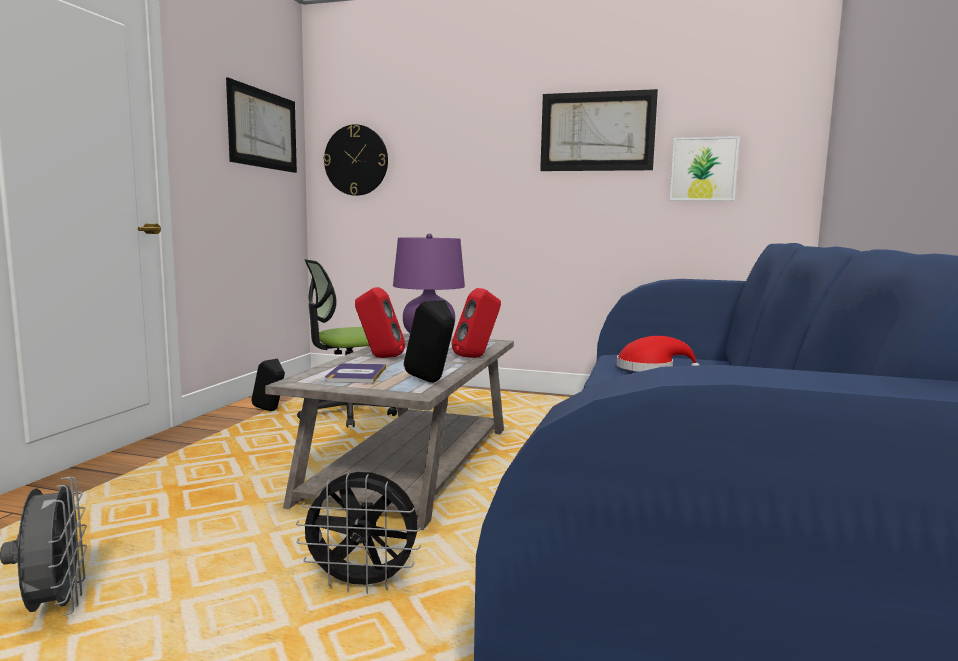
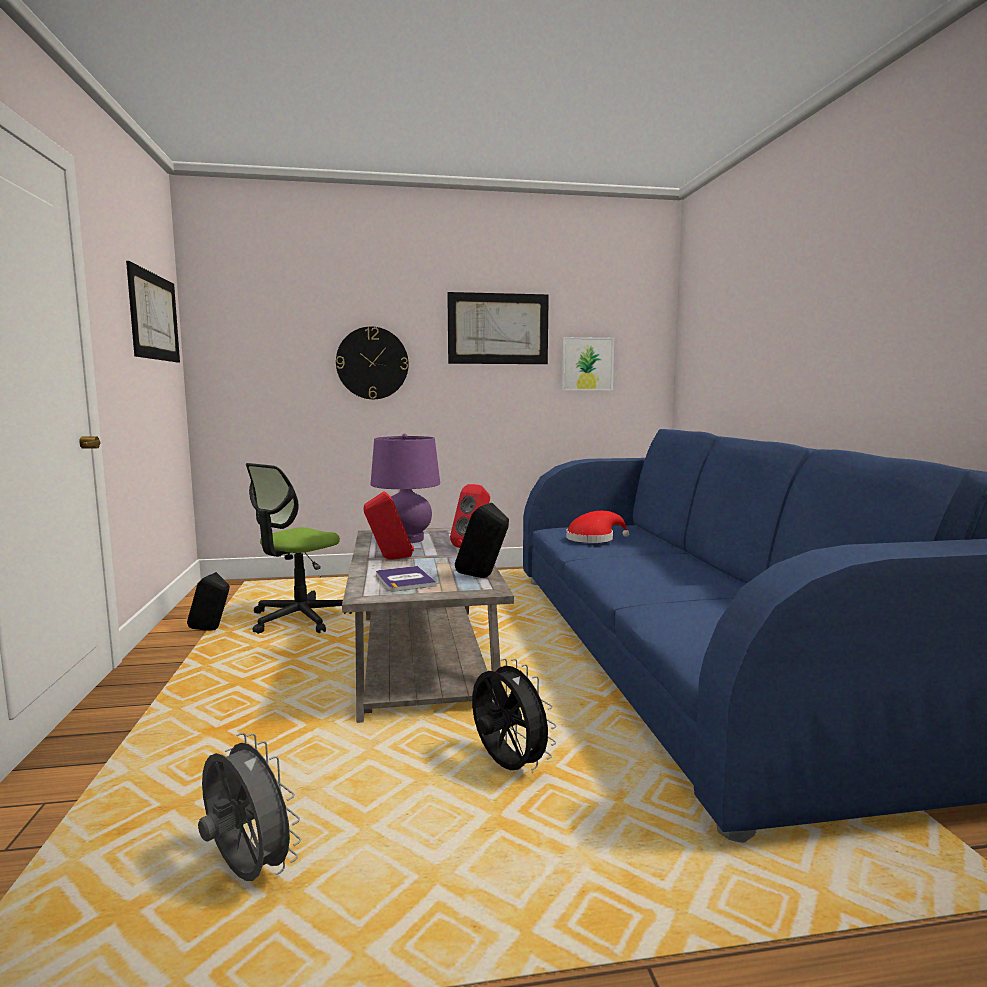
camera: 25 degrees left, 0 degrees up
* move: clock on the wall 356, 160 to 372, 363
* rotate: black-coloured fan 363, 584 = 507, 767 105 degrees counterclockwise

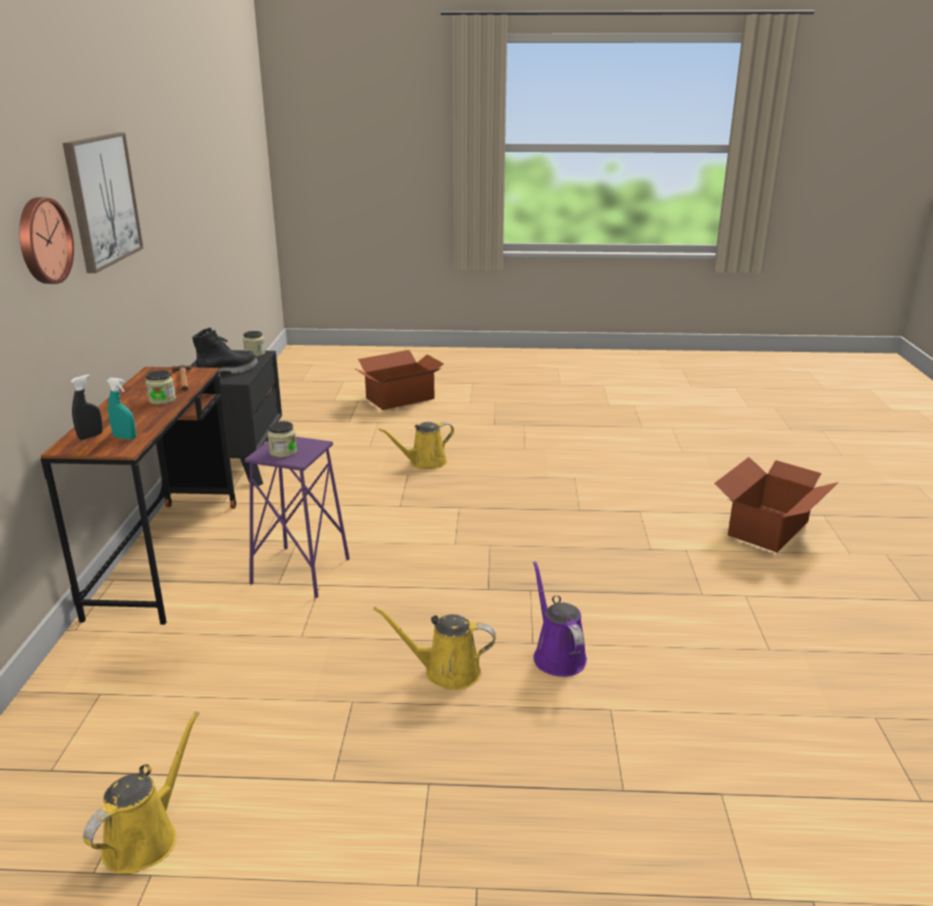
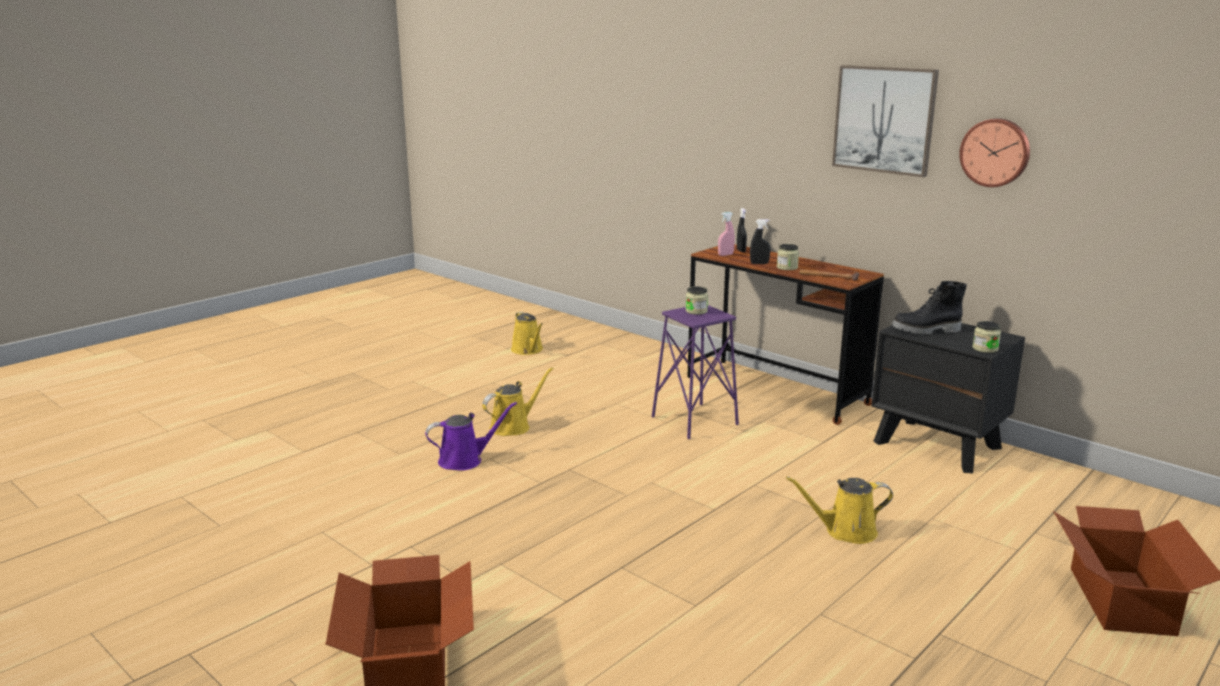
camera: 130 degrees right, 5 degrees down
* insert: black-coloured hand sprayer 759, 263
* move: clock on the wall 42, 241 to 995, 152
* recolor: turquoise-coloured hand sprayer 125, 438 to pink hand sprayer 725, 255
* rotate: black-coloured boot 227, 372 = 926, 330 90 degrees clockwise
* rotate: yellow-coloured watering can 425, 463 = 845, 531 105 degrees counterclockwise
* rotate: purplish watering can 557, 655 = 465, 460 45 degrees counterclockwise

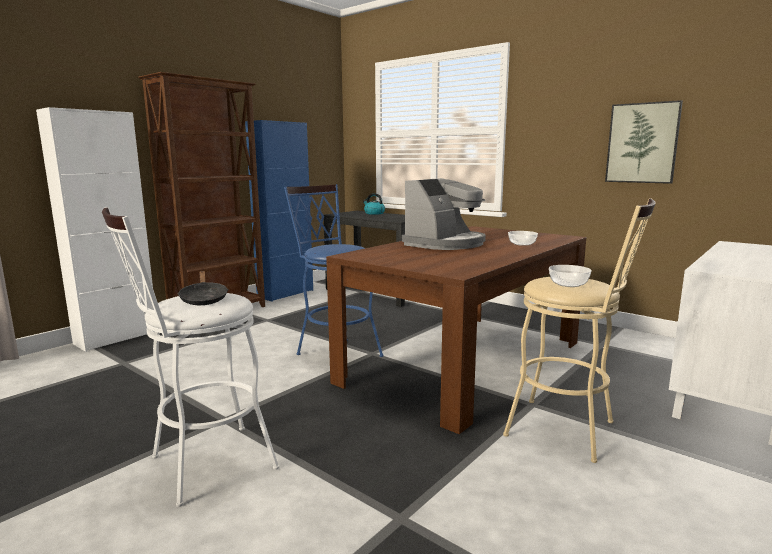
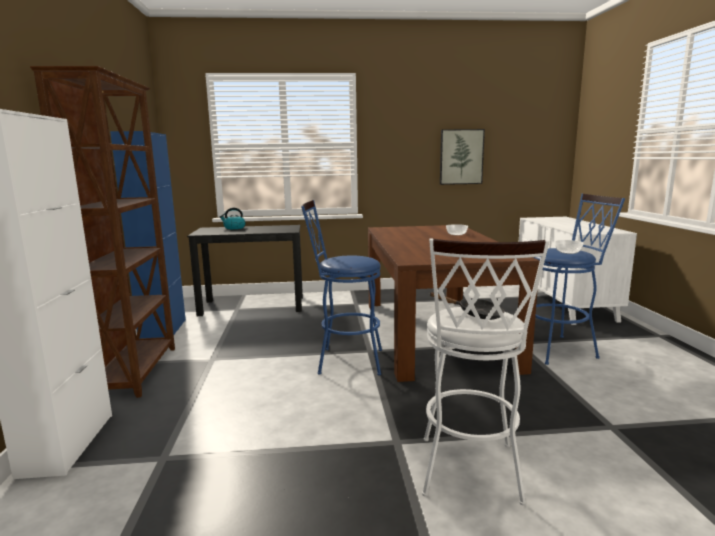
camera: 45 degrees left, 0 degrees up
* delete: coffee maker 445, 244
* recolor: sand-coloured stool 569, 431 to blue stool 561, 349

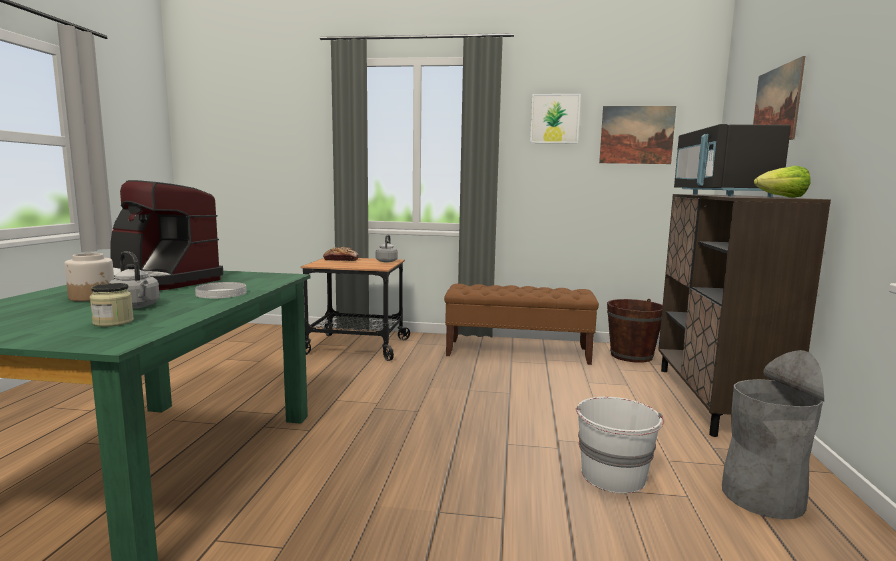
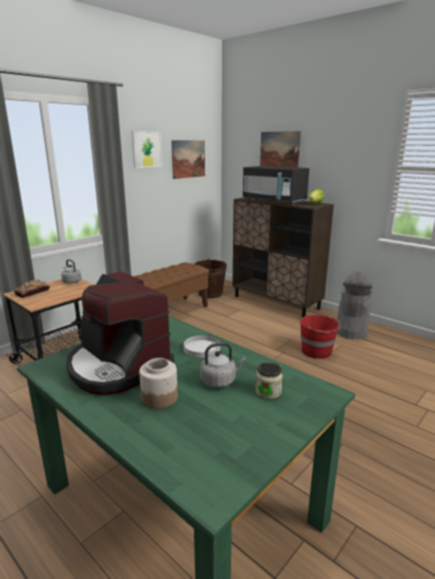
camera: 55 degrees left, 10 degrees up
* recolor: white-coloured water bucket 613, 476 to reddish water bucket 317, 351
* rotate: coffee maker 158, 281 = 118, 366 75 degrees clockwise

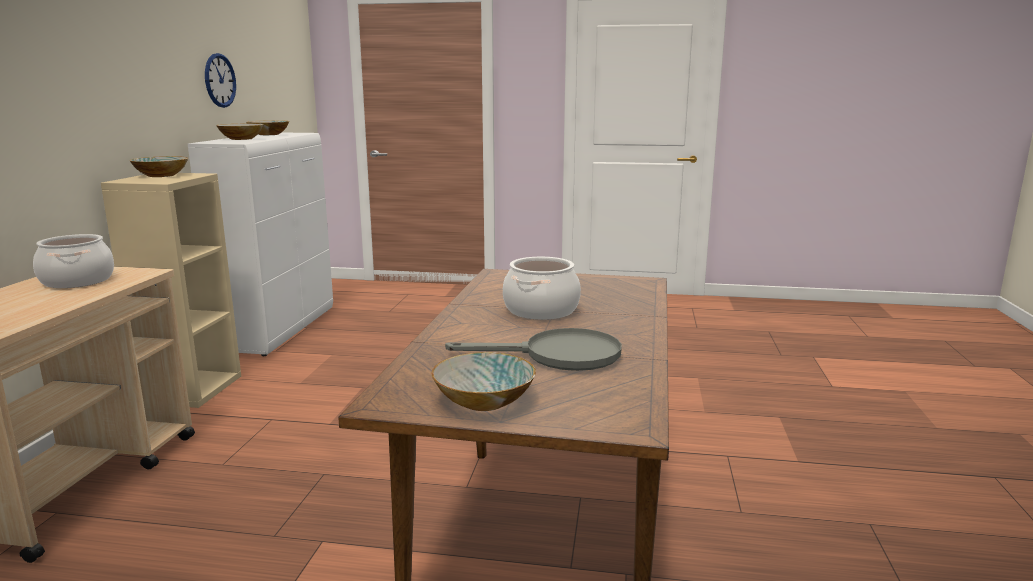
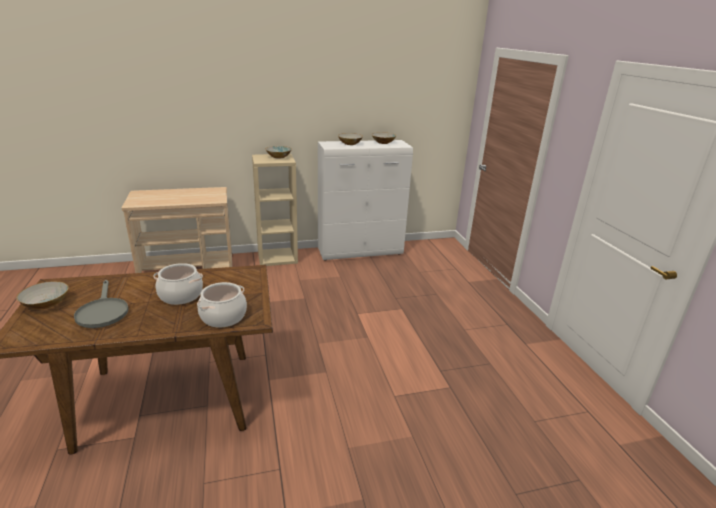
camera: 65 degrees right, 10 degrees up
* delete: clock on the wall 220, 80
* move: saucepot 77, 281 to 223, 316

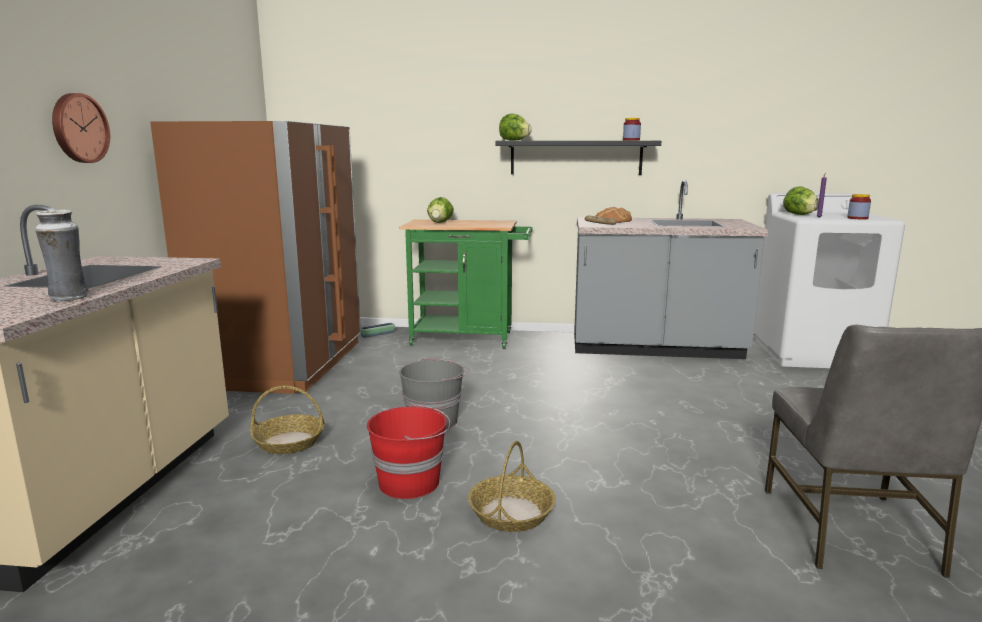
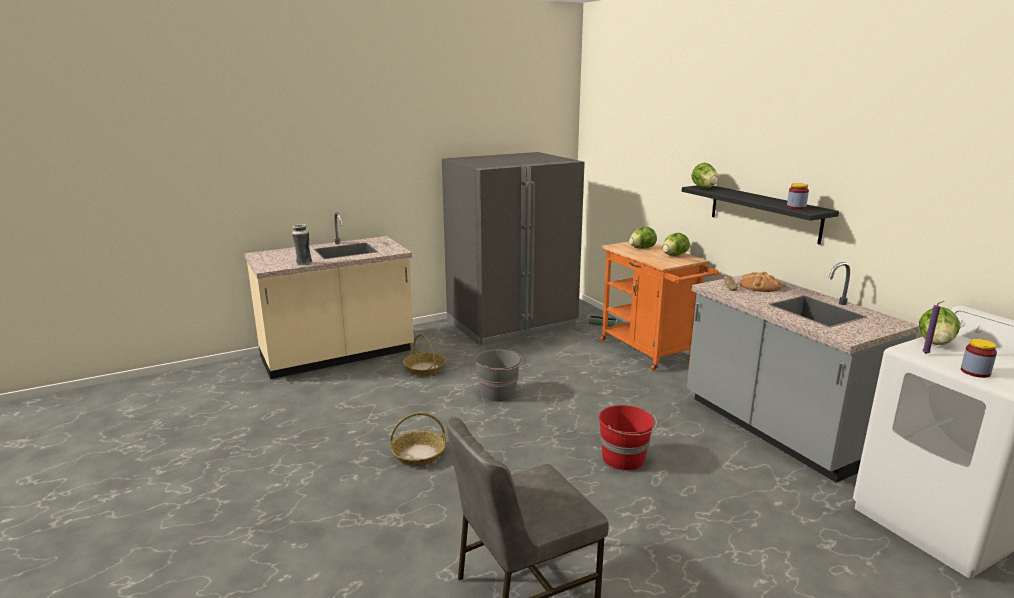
camera: 55 degrees right, 5 degrees up
* delete: clock on the wall 78, 128
* insert: lettuce head 674, 255
* move: reddish water bucket 410, 482 to 624, 458
* recolor: brownish refrigerator 283, 364 to greyish refrigerator 512, 324
* recolor: green-coloured wheeled cart 469, 338 to orange wheeled cart 650, 353

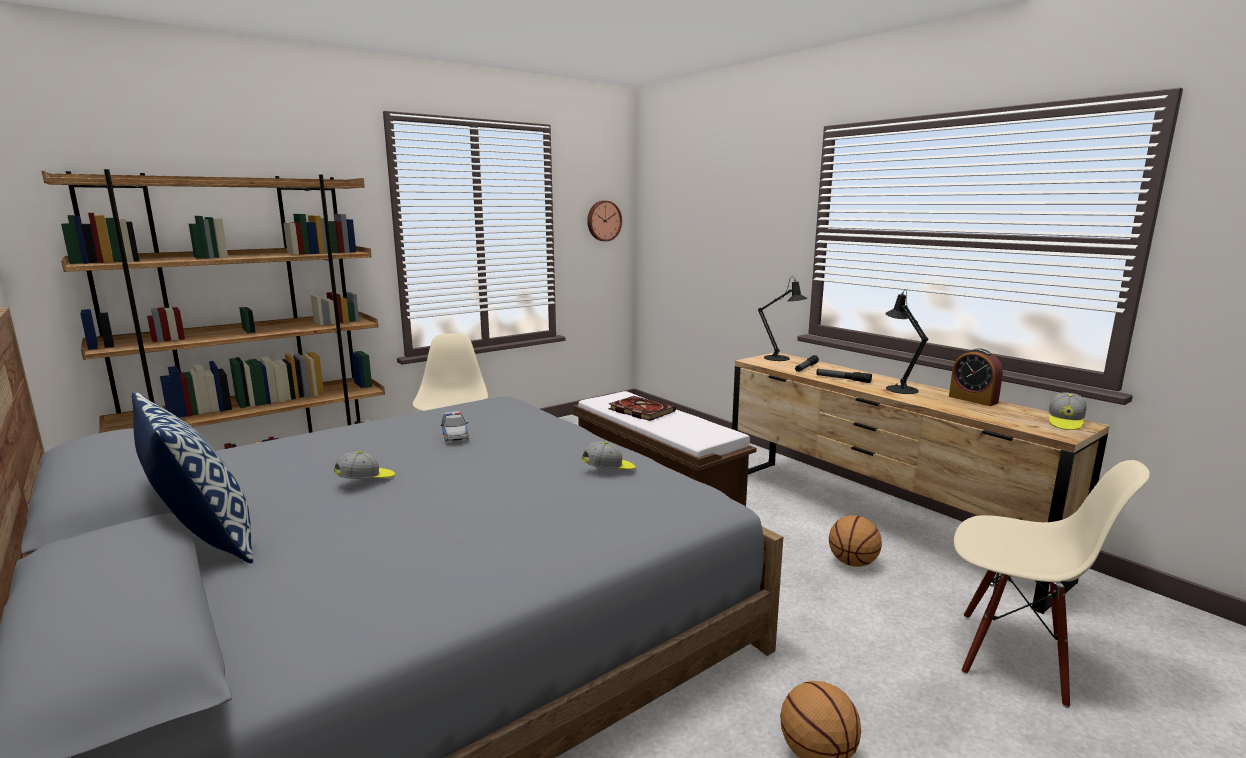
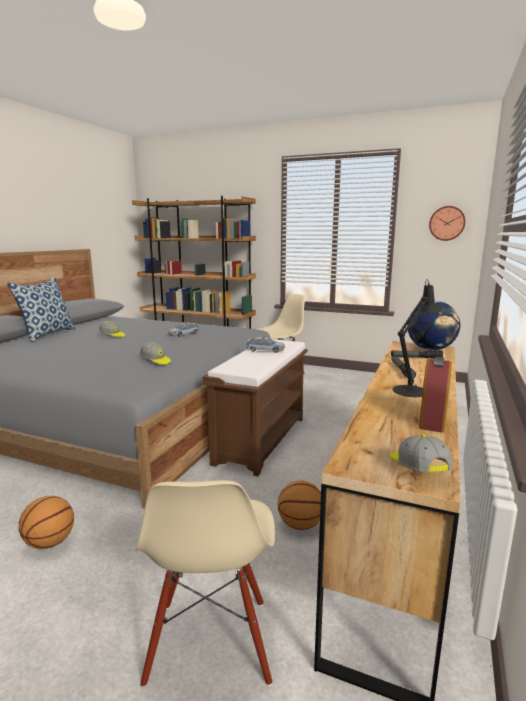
camera: 60 degrees right, 0 degrees up
* replace: bound book 639, 411 to miniature car 265, 350
* replace: black-coloured lamp for a table 780, 358 to globe 431, 349
* rotate: baseball cap 1065, 422 = 417, 469 75 degrees clockwise

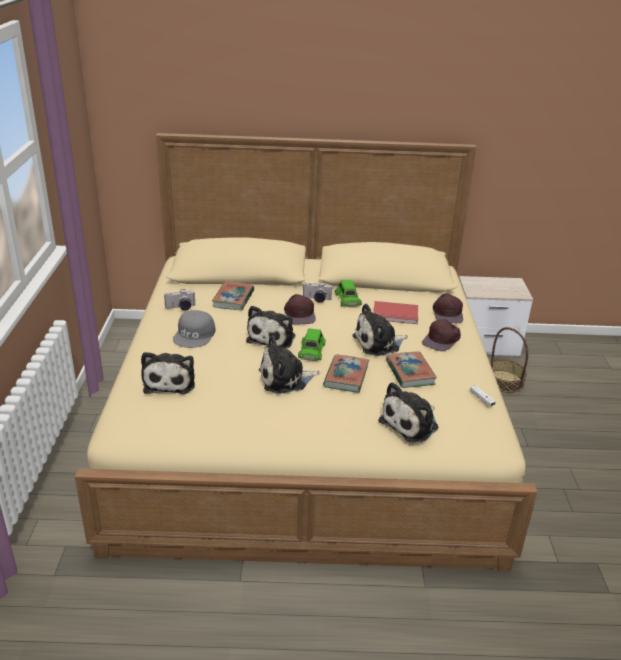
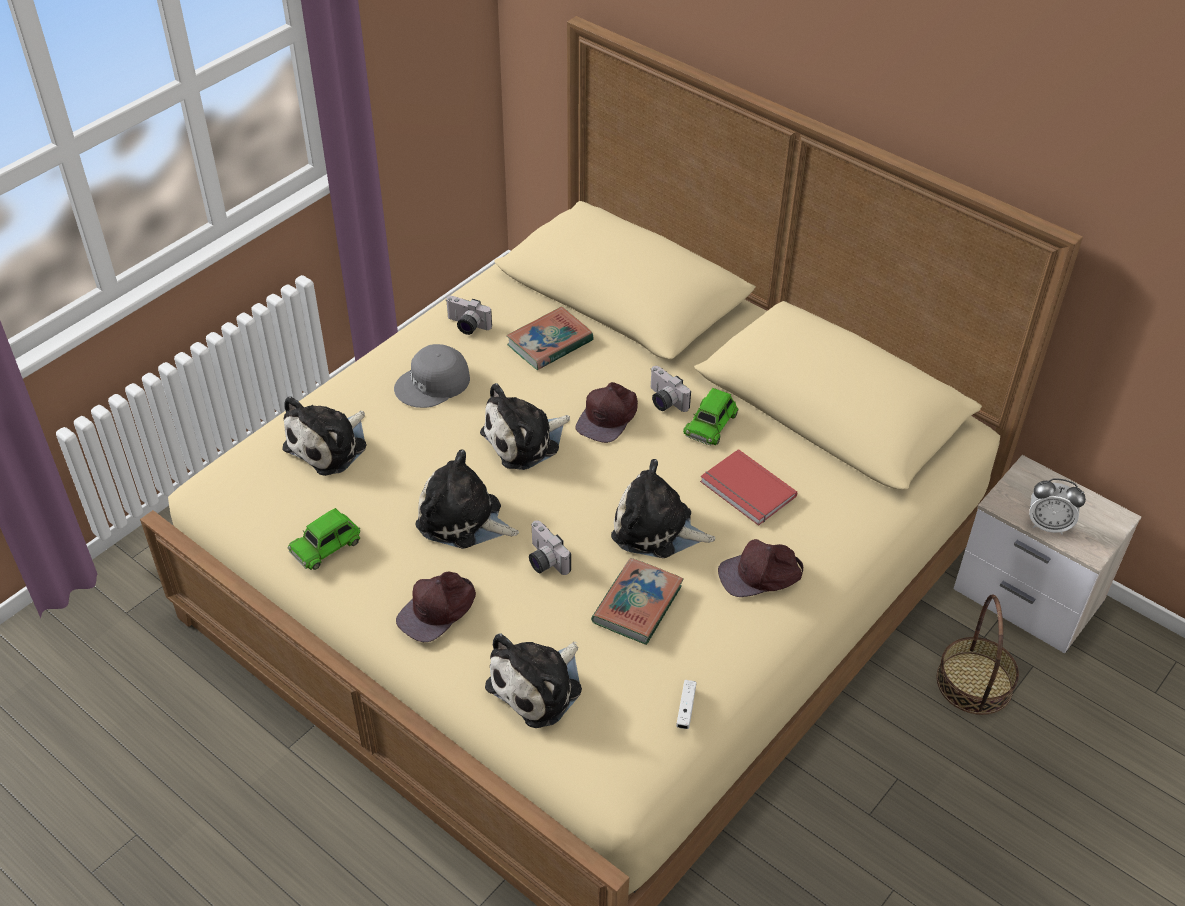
camera: 40 degrees right, 15 degrees up
* insert: bedside clock 1048, 525
* move: green-coloured miniature car 311, 351 to 326, 545
* move: brownish baseball cap 447, 313 to 438, 610
* replace: bound book 346, 376 to photo camera 543, 560
* rotate: cuddly toy 411, 423 = 539, 686 45 degrees counterclockwise

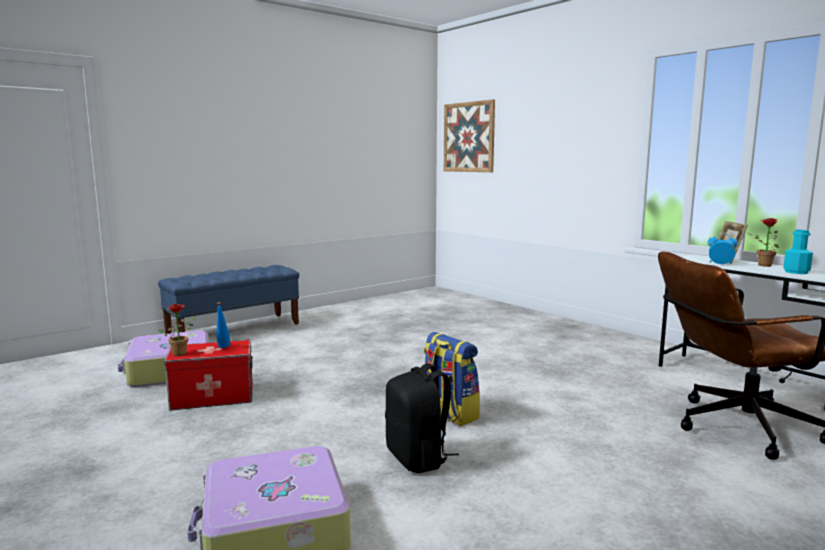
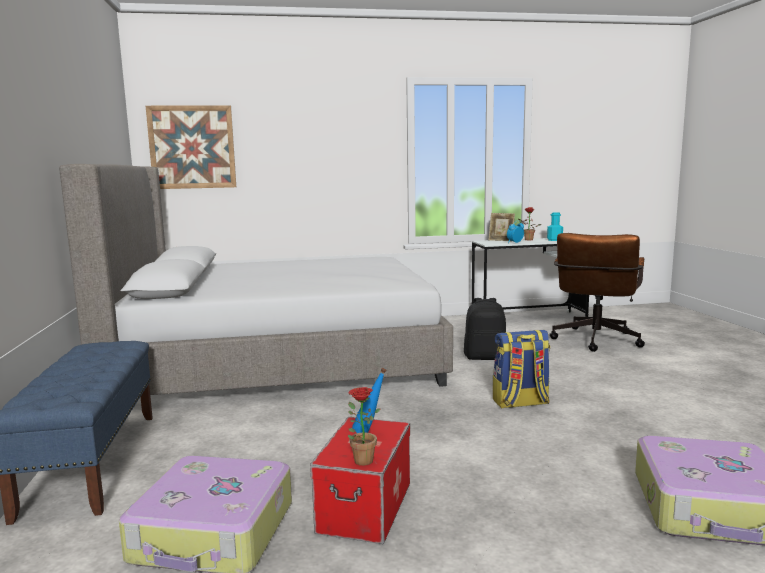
camera: 60 degrees left, 0 degrees up
* insert: sleeping bed 281, 359
* move: black-coloured knapsack 418, 459 to 485, 357

